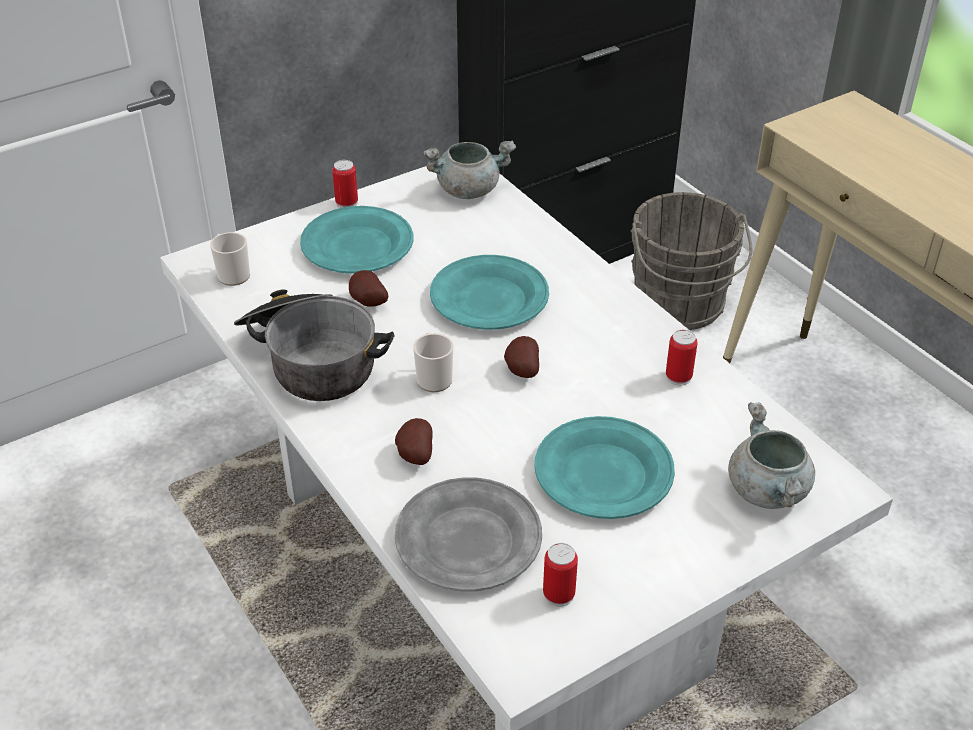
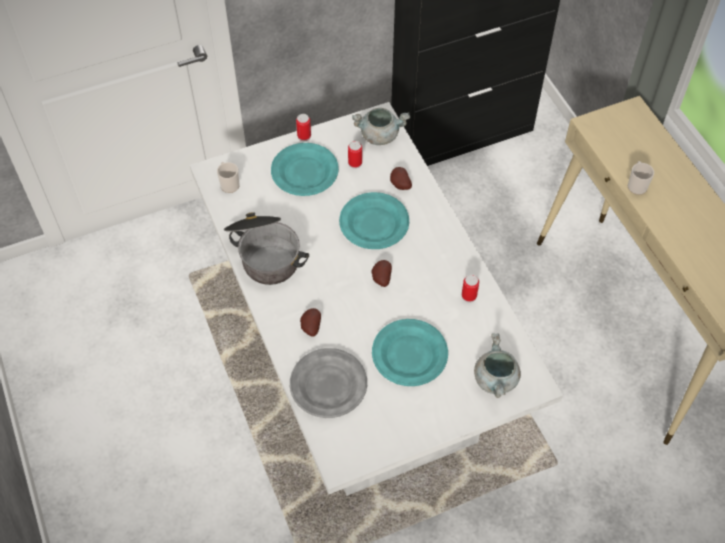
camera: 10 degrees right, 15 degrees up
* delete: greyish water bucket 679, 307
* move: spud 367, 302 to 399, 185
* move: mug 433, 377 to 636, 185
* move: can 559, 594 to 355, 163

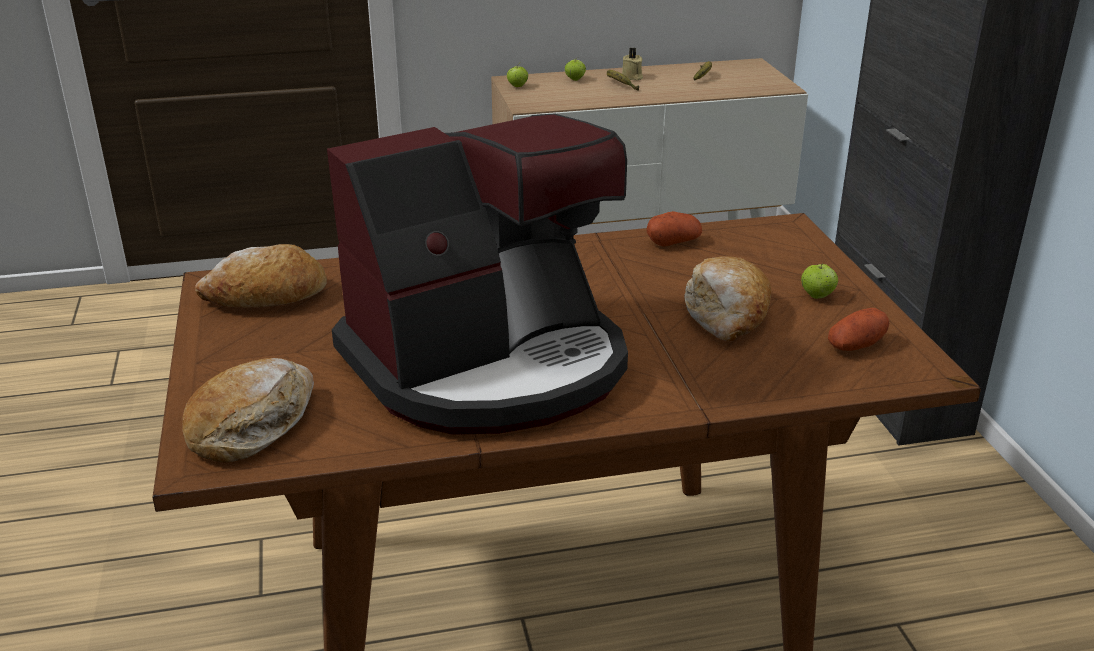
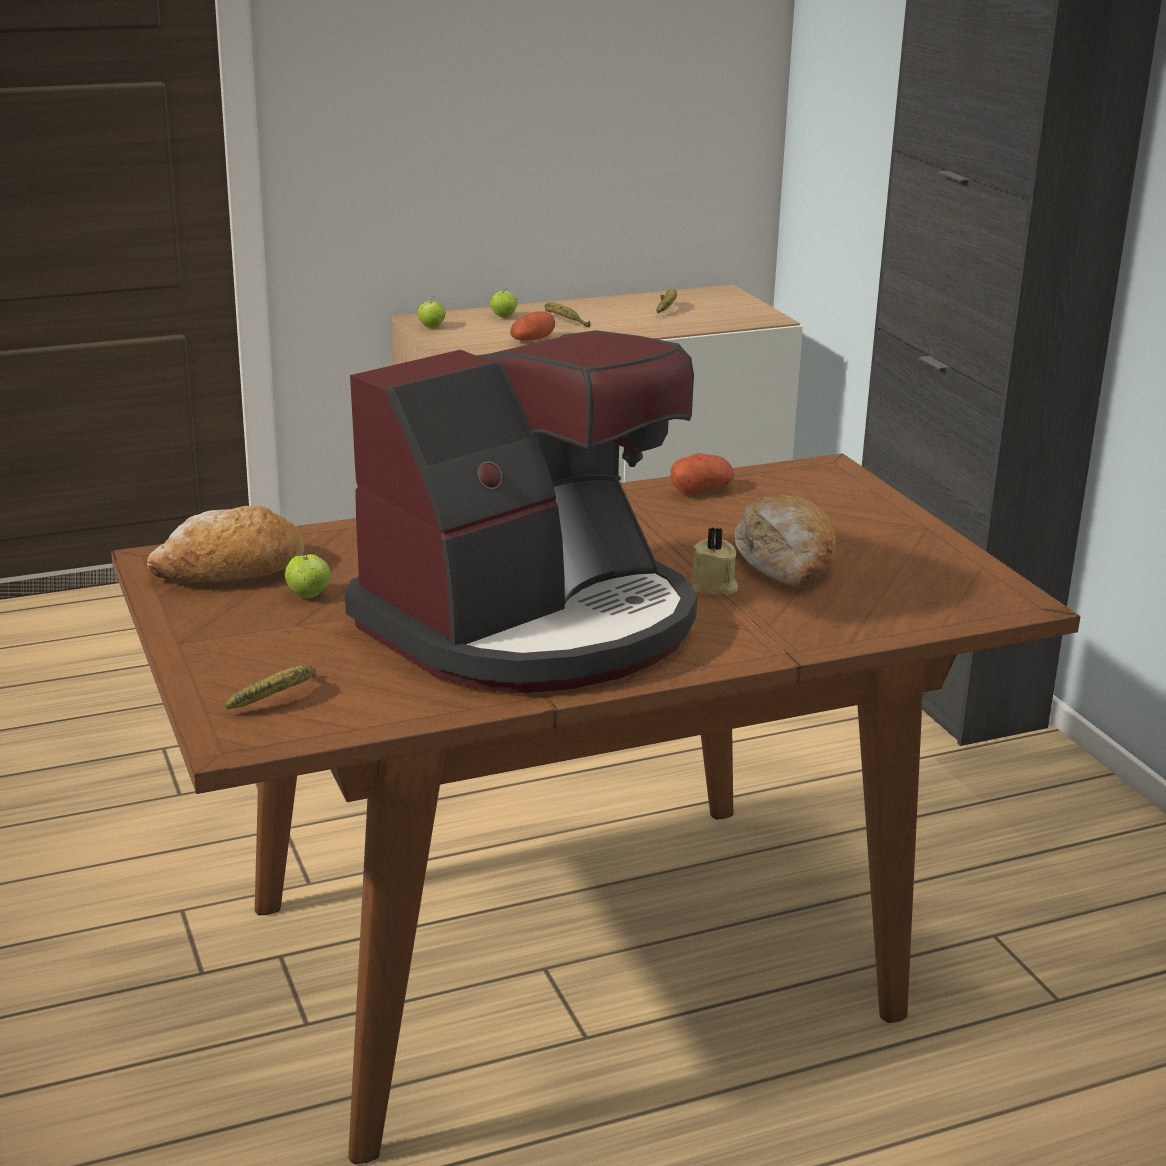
camera: 10 degrees left, 5 degrees down
* move: sand-coloured wax candle 632, 77 to 713, 586
* move: whole apple 817, 296 to 308, 595
* move: spud 856, 345 to 532, 339
* replace: bread 253, 424 to banana 280, 699

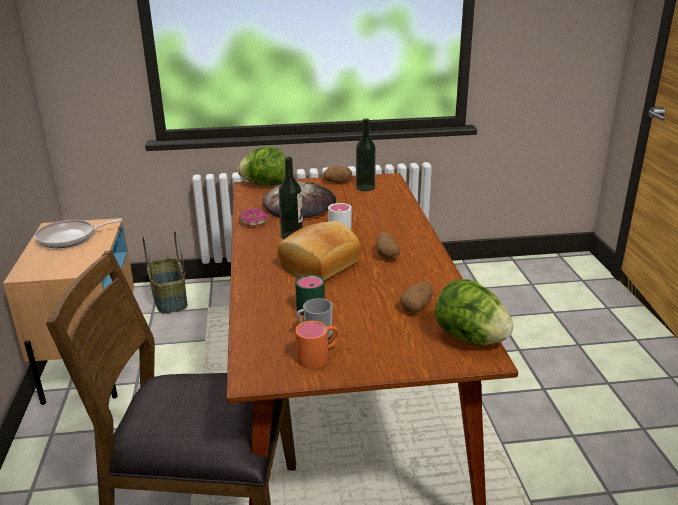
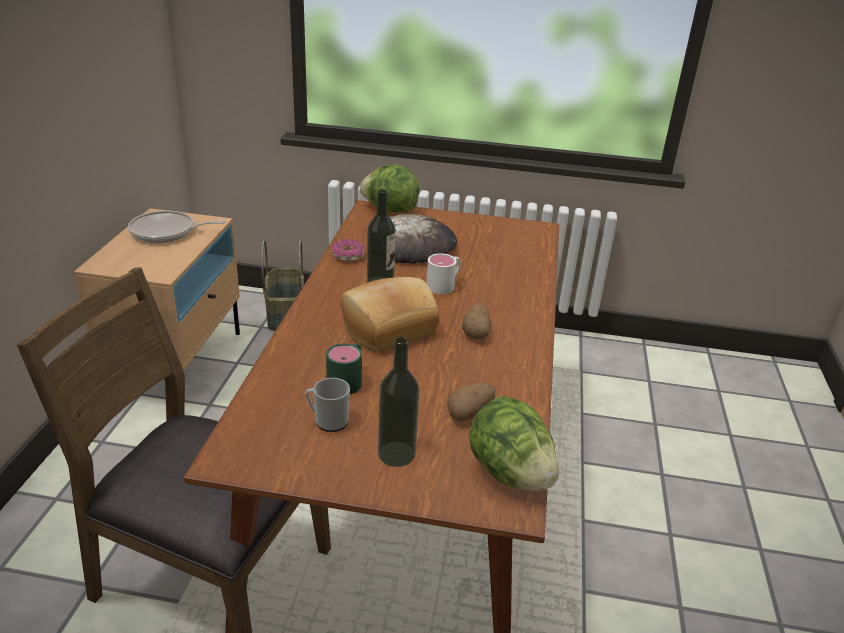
camera: 15 degrees right, 5 degrees up
* delete: orange mug 319, 356
* delete: spud 338, 182
* move: beverage bottle 365, 188 to 396, 454

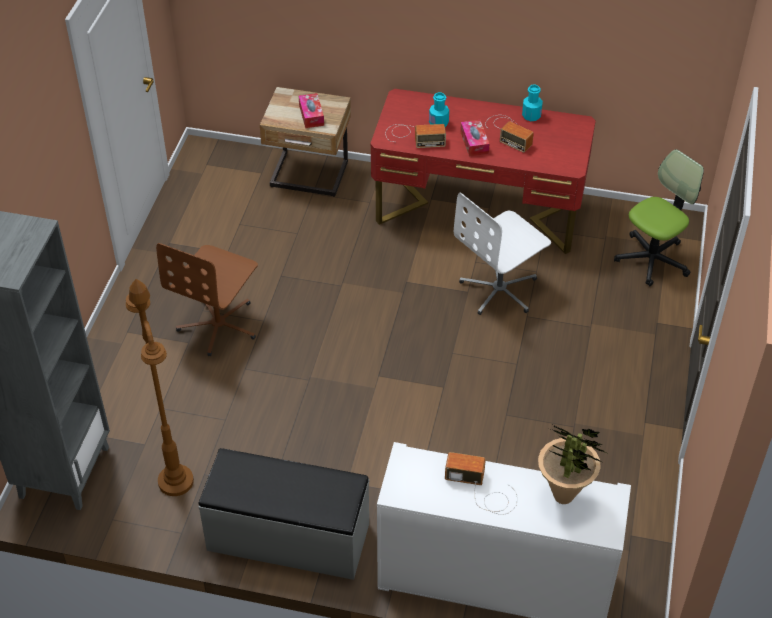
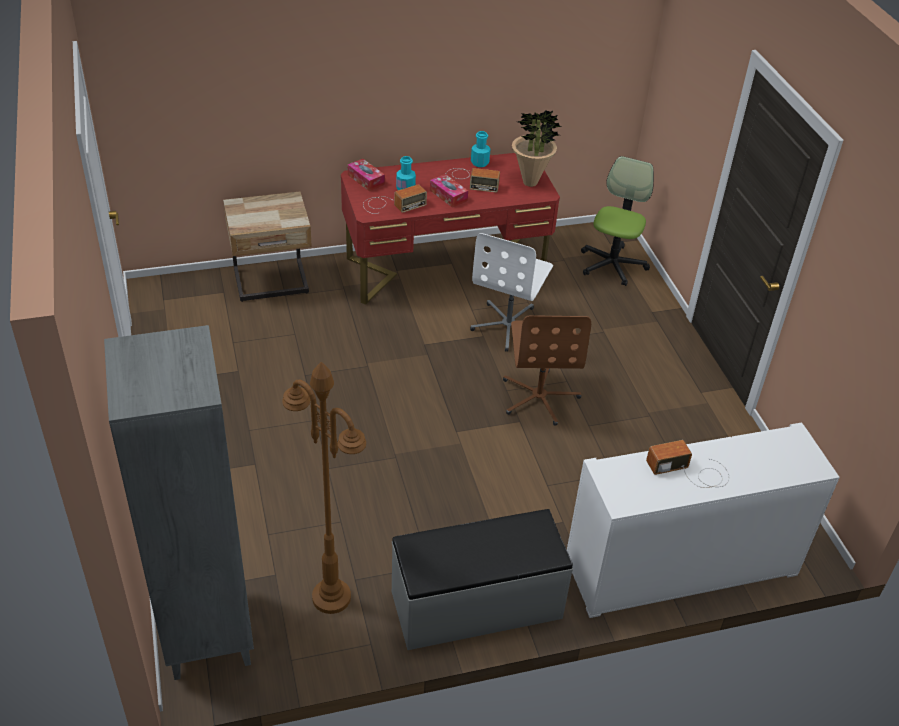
camera: 30 degrees left, 5 degrees down
* move: brownish computer chair 219, 325 to 539, 397
* move: tissue box 311, 115 to 366, 180
* move: plant in a pot 564, 496 to 530, 182

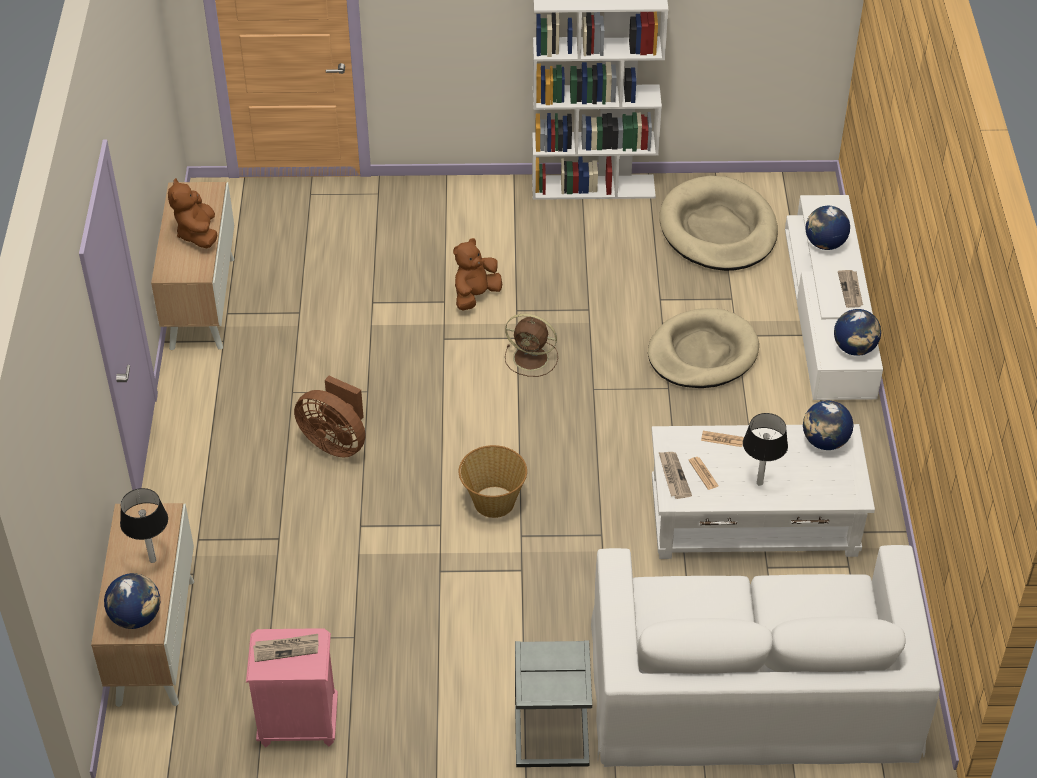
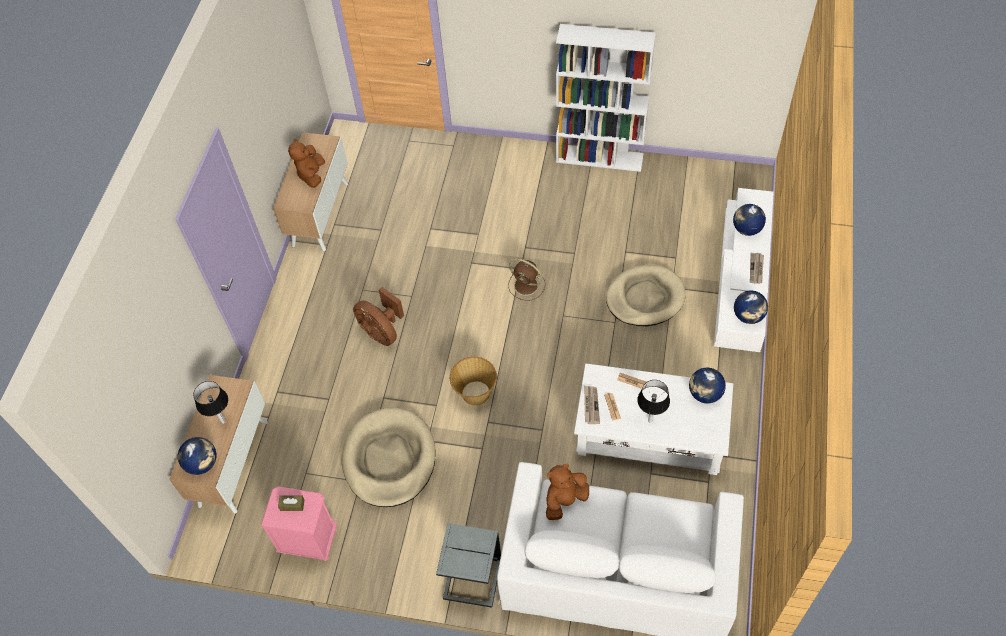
camera: 15 degrees right, 10 degrees up
* move: brownish cuddly toy 475, 296 to 565, 500
* move: sand-coloured dog cushion 718, 229 to 389, 459
* replace: newspaper 286, 648 to brownish tissue box 292, 505

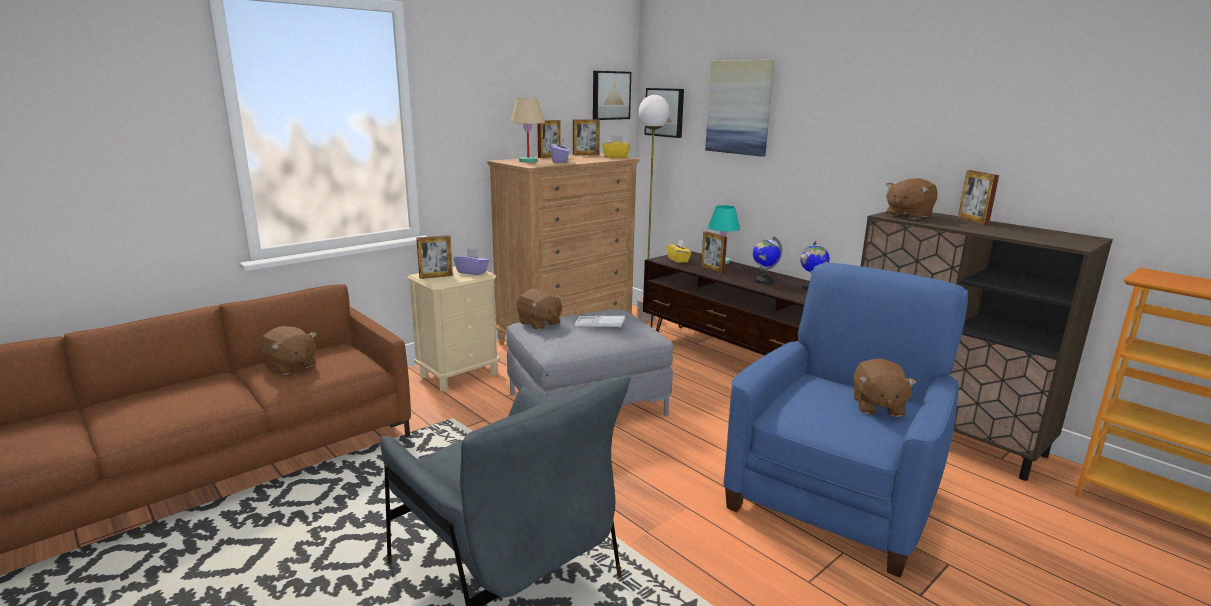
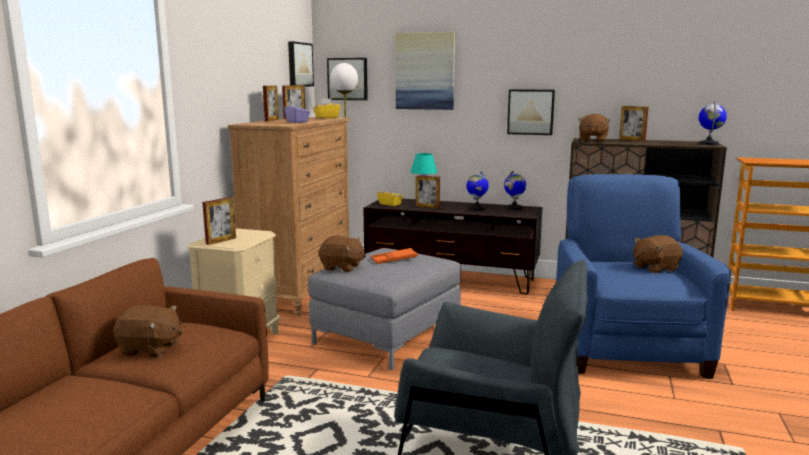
camera: 30 degrees left, 5 degrees down
* delete: purplish tissue box 472, 272
* delete: sand-coloured lamp for a table 528, 161
* insert: wall picture 530, 112
* insert: globe 709, 144
* recolor: white-coloured carrying tray 599, 325 to orange carrying tray 394, 259
* rotate: brownish cuddly toy 877, 406 = 654, 268 90 degrees clockwise

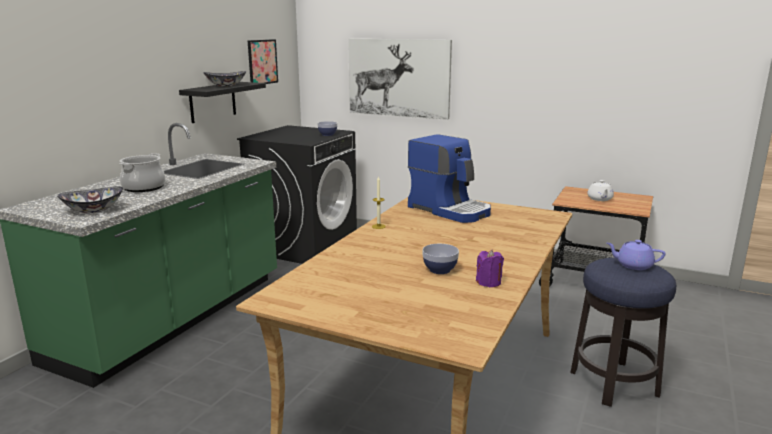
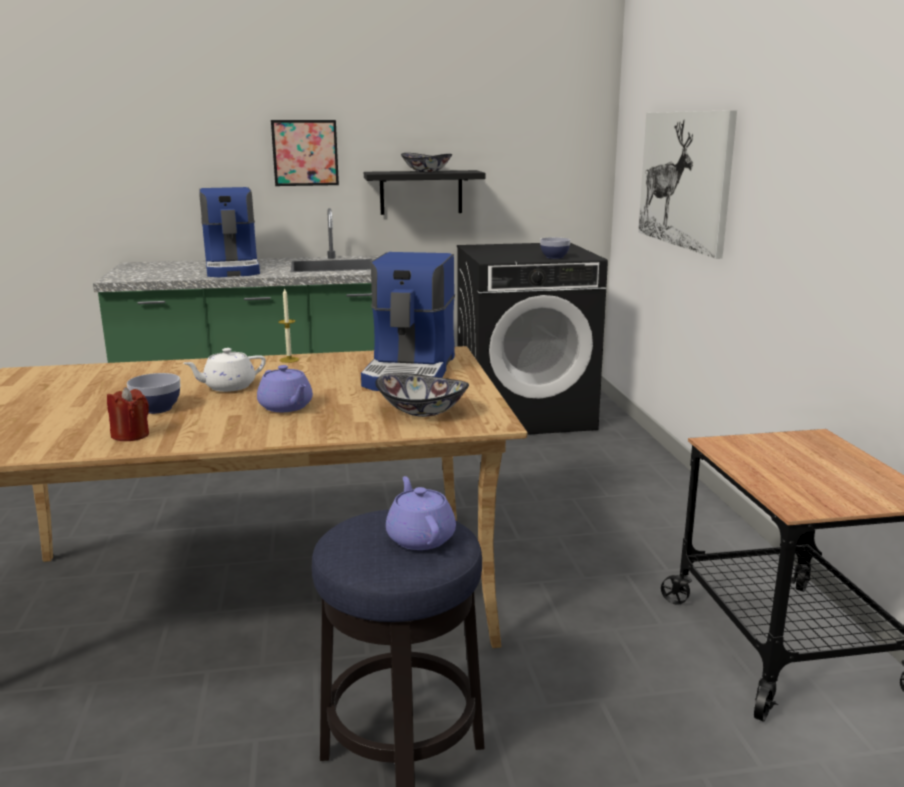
camera: 55 degrees right, 0 degrees up
* insert: purplish tea pot 286, 407
* move: serving bowl 93, 210 to 423, 411
* move: wall picture 262, 62 to 305, 153
* move: white-coloured tea pot 600, 199 to 228, 387
* replace: saucepot 143, 187 to coffee maker 233, 269
* recolor: purplish wax candle 489, 282 to reddish wax candle 131, 435

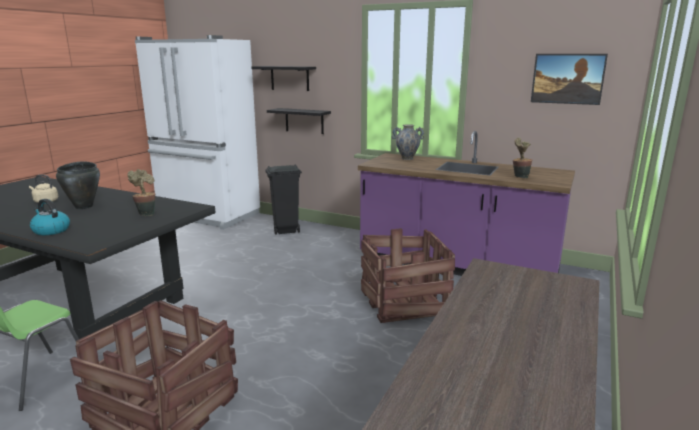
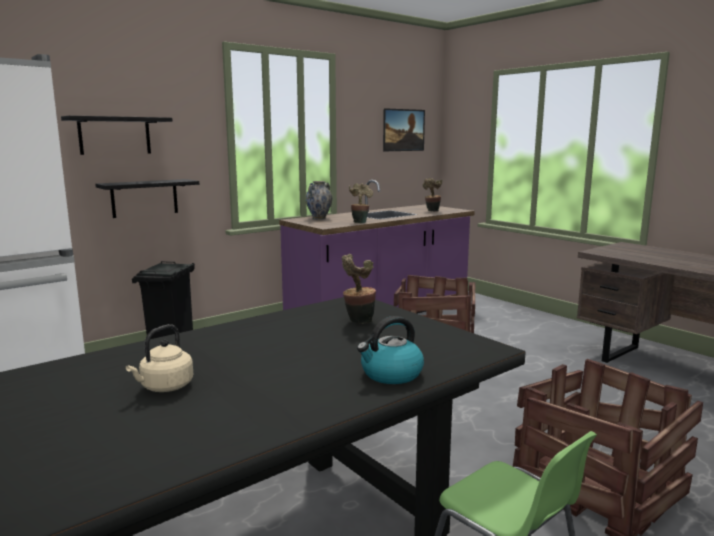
camera: 65 degrees left, 5 degrees down
* delete: black-coloured saucepot 84, 206
* insert: plant in a pot 360, 222

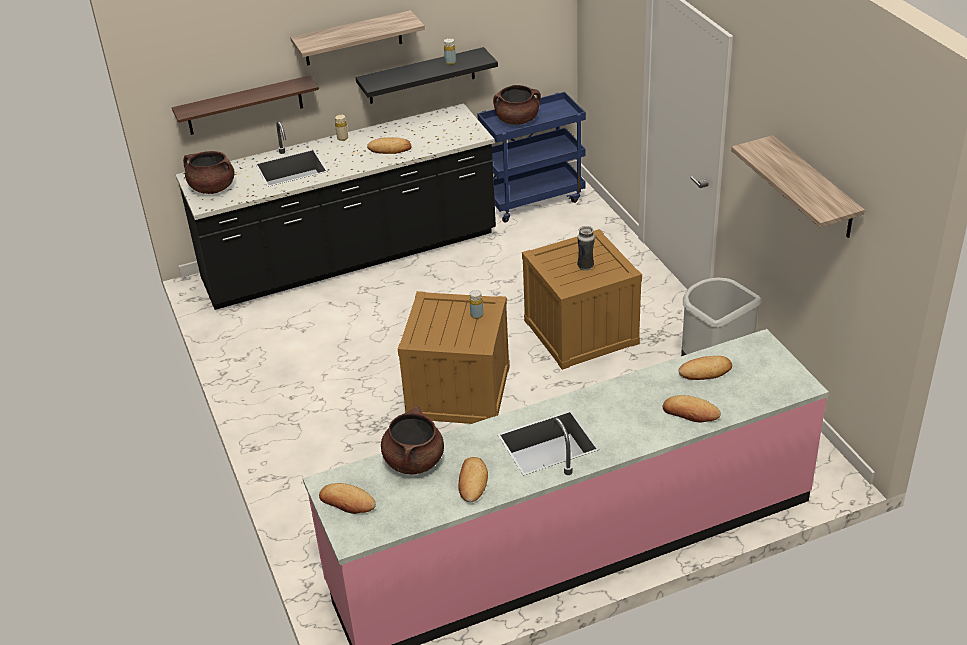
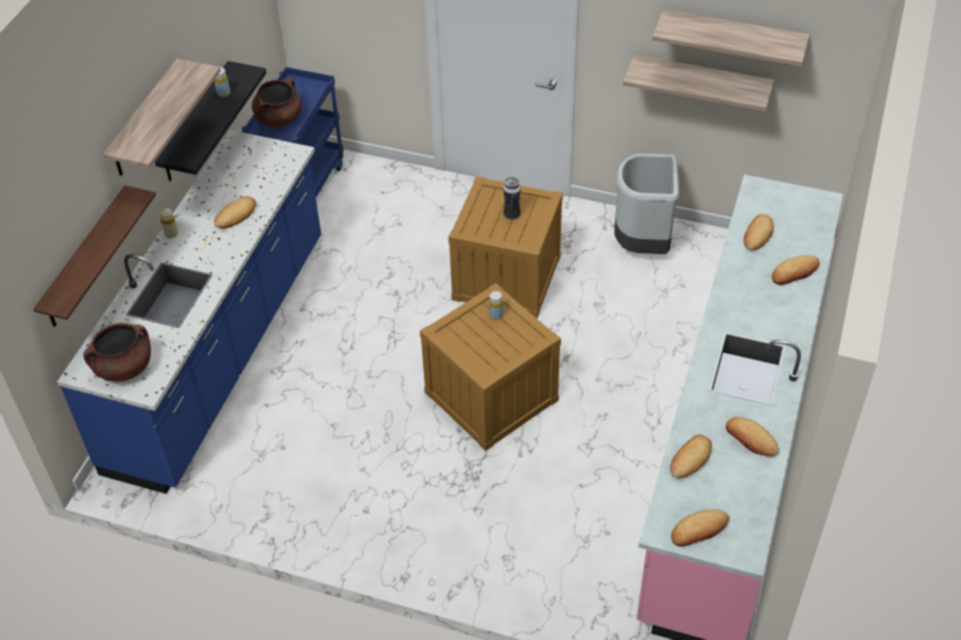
camera: 50 degrees left, 10 degrees up
* insert: bracket shelf 701, 81
* replace: brownish saucepot 414, 461 to bread 690, 459
* recolor: black-coloured kitchen counter 350, 258 to blue kitchen counter 221, 352

